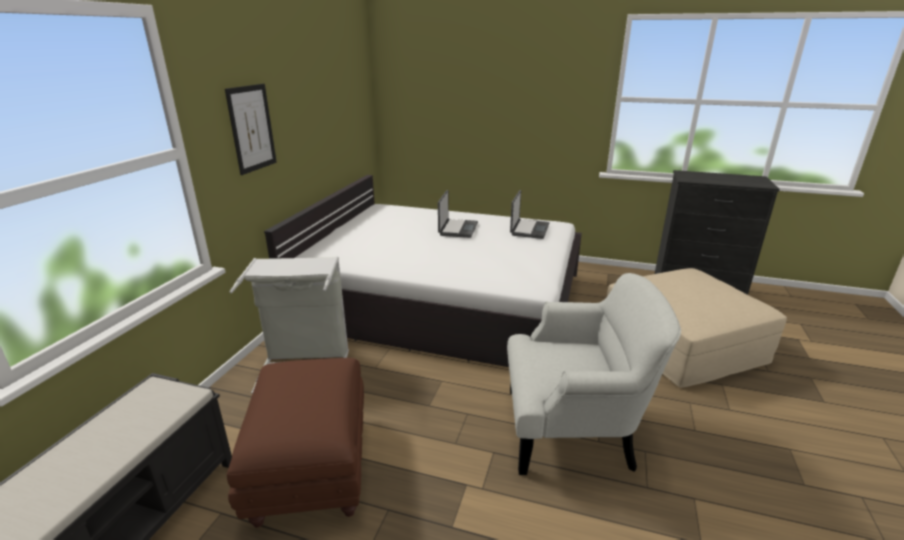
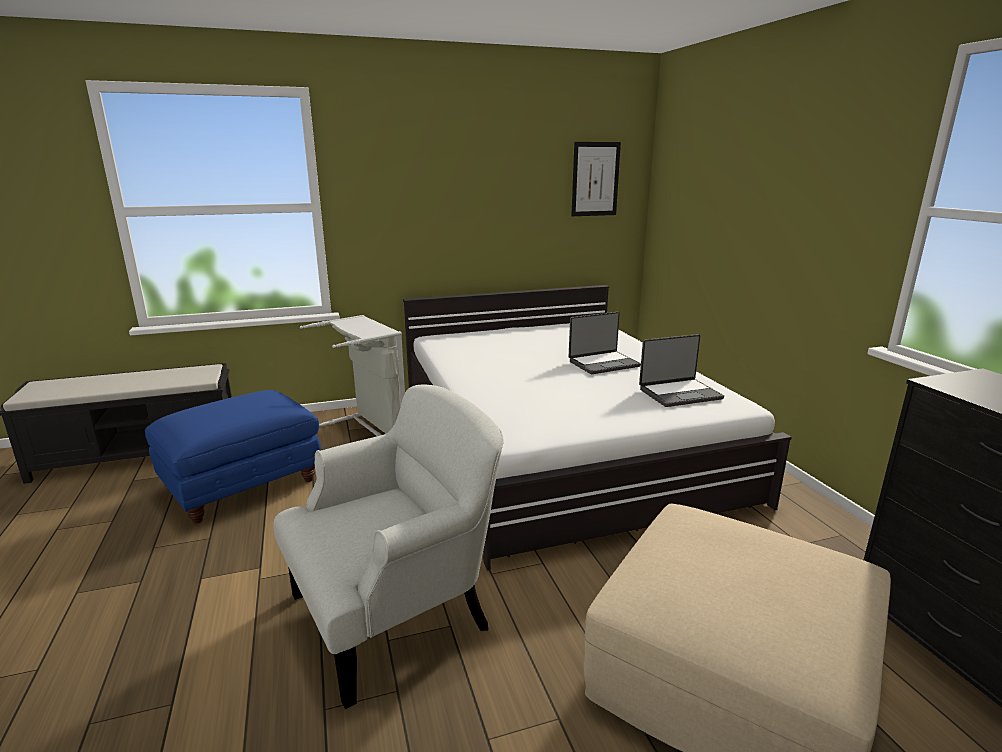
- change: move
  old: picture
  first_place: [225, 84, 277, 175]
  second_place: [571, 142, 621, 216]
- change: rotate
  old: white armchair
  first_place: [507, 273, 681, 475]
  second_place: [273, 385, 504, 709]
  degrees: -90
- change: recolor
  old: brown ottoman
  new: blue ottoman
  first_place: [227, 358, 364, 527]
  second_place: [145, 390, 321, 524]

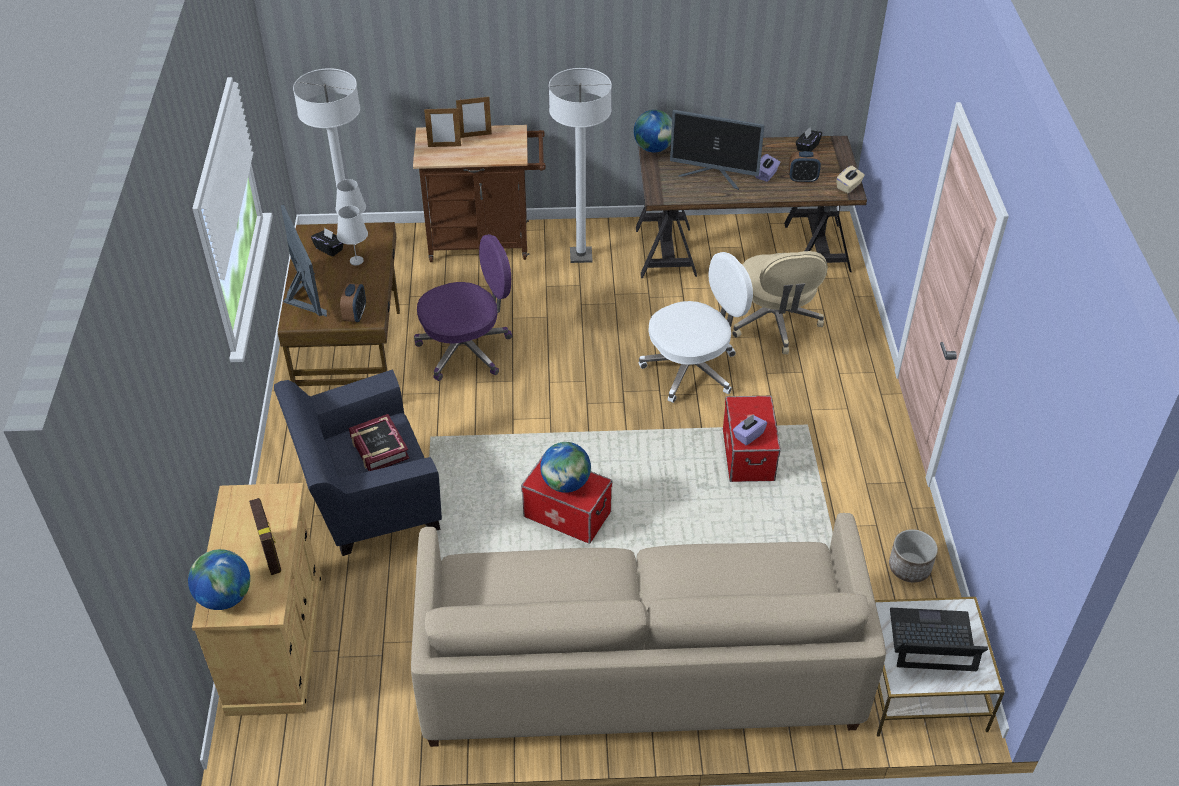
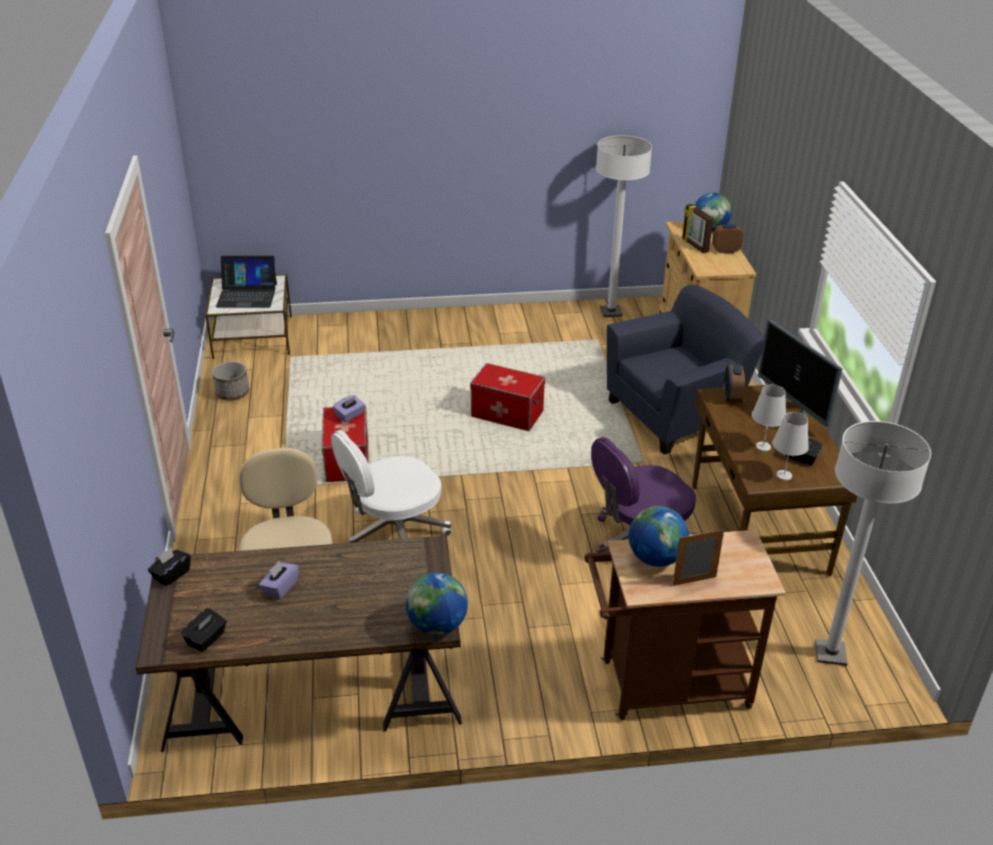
- change: move
  old: white floor lamp
  first_place: [549, 68, 612, 263]
  second_place: [596, 135, 652, 317]
- change: delete
  old: picture frame
  first_place: [424, 108, 461, 147]
- change: delete
  old: monitor
  first_place: [670, 110, 765, 190]
- change: move
  old: alarm clock
  first_place: [789, 151, 821, 183]
  second_place: [712, 224, 743, 253]
- change: recolor
  old: beige tissue box
  new: black tissue box
  first_place: [836, 166, 865, 193]
  second_place: [148, 548, 191, 586]
- change: delete
  old: book
  first_place: [349, 414, 410, 471]
- change: move
  old: globe
  first_place: [540, 442, 591, 493]
  second_place: [628, 506, 689, 567]
- change: delete
  old: beige sofa
  first_place: [411, 513, 886, 747]

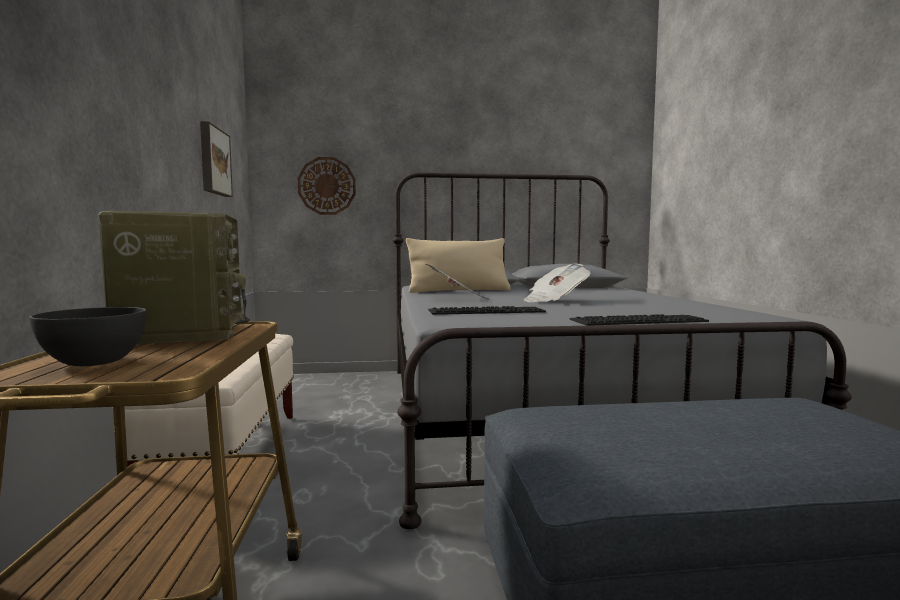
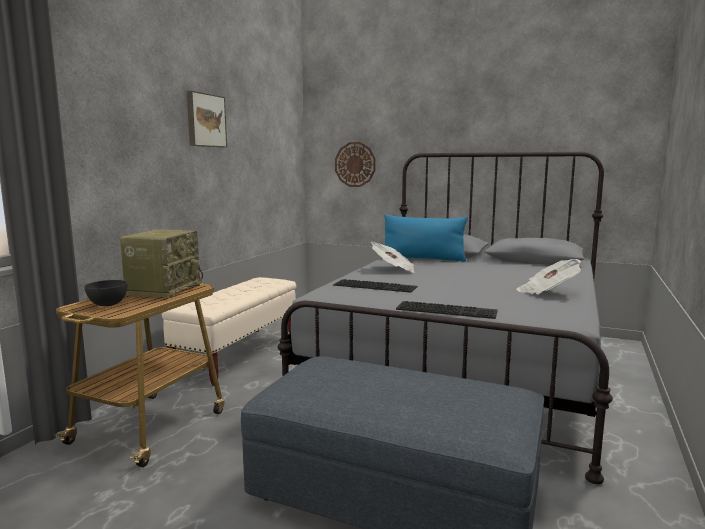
- change: move
  old: picture
  first_place: [200, 121, 233, 197]
  second_place: [187, 91, 227, 147]
- change: recolor
  old: beige pillow
  new: blue pillow
  first_place: [406, 238, 511, 293]
  second_place: [381, 214, 468, 262]
- change: move
  old: newspaper
  first_place: [524, 264, 591, 302]
  second_place: [517, 259, 582, 294]

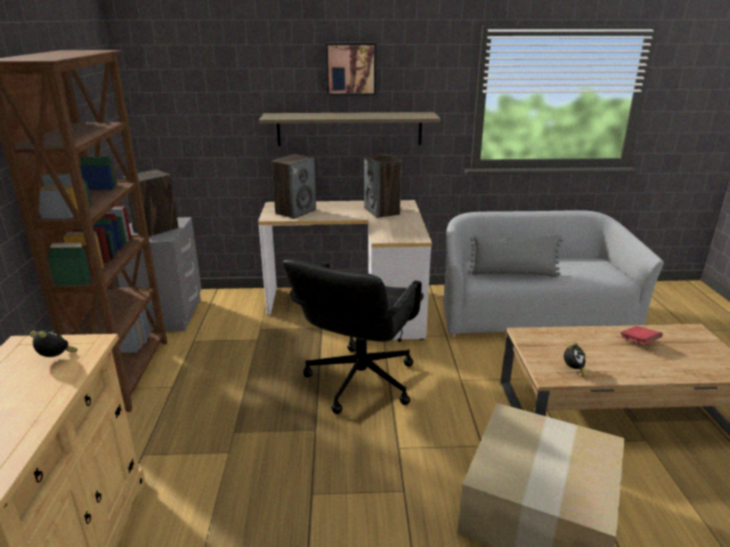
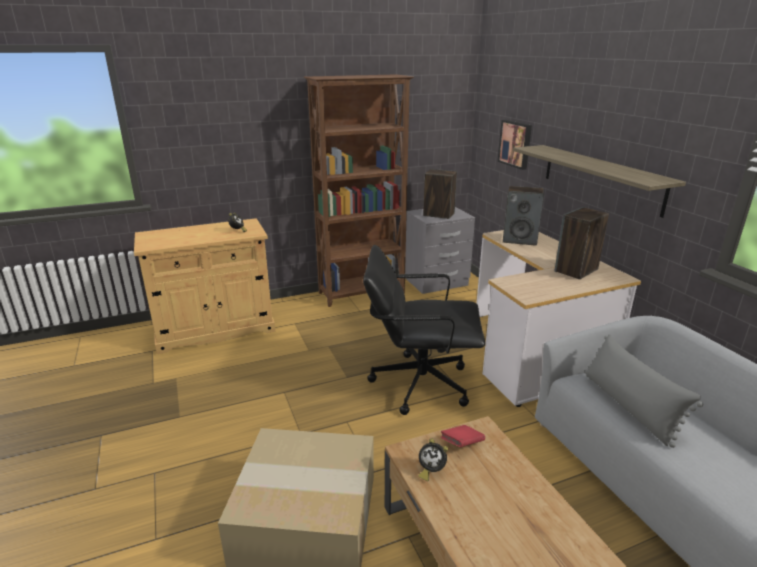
- change: move
  old: picture
  first_place: [326, 43, 376, 96]
  second_place: [498, 120, 532, 170]
- change: move
  old: red book
  first_place: [620, 326, 663, 345]
  second_place: [441, 425, 485, 447]

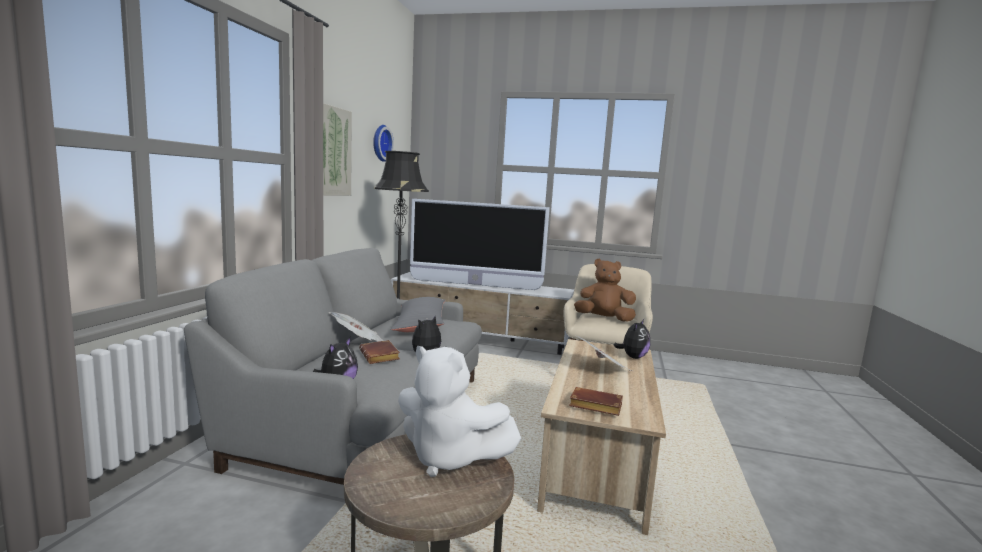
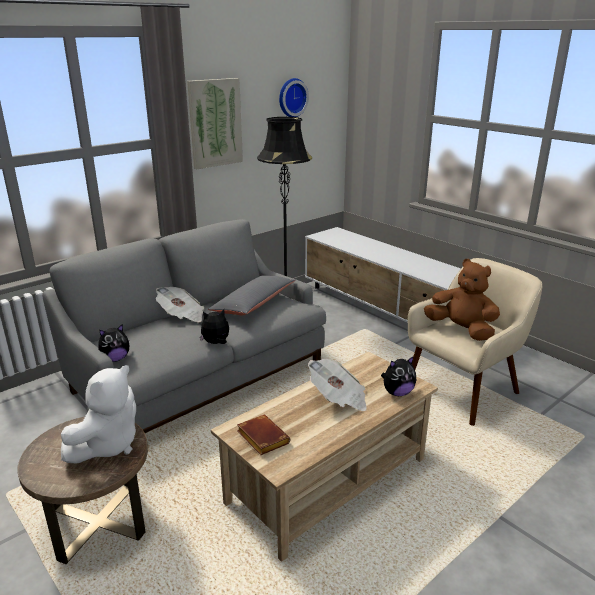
- change: delete
  old: television
  first_place: [410, 199, 550, 290]
- change: delete
  old: brown book
  first_place: [359, 340, 400, 364]
- change: rotate
  old: white plush toy
  first_place: [398, 346, 522, 477]
  second_place: [61, 365, 136, 464]
  degrees: -120

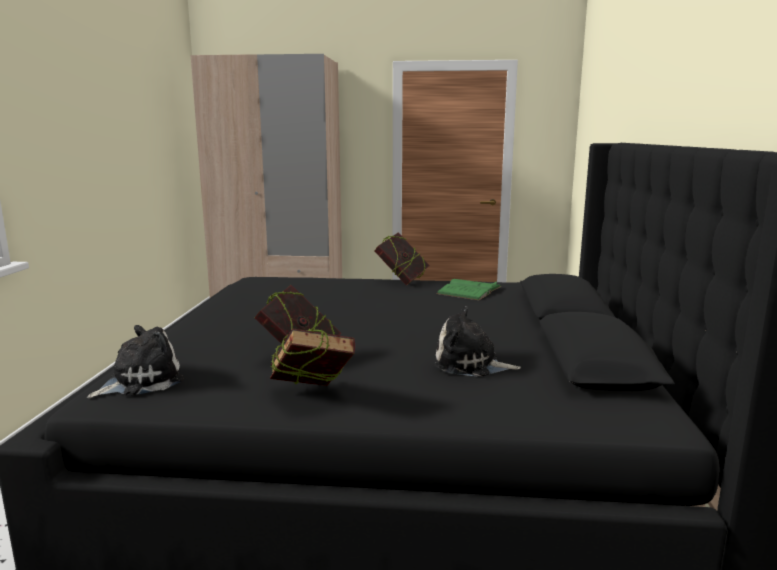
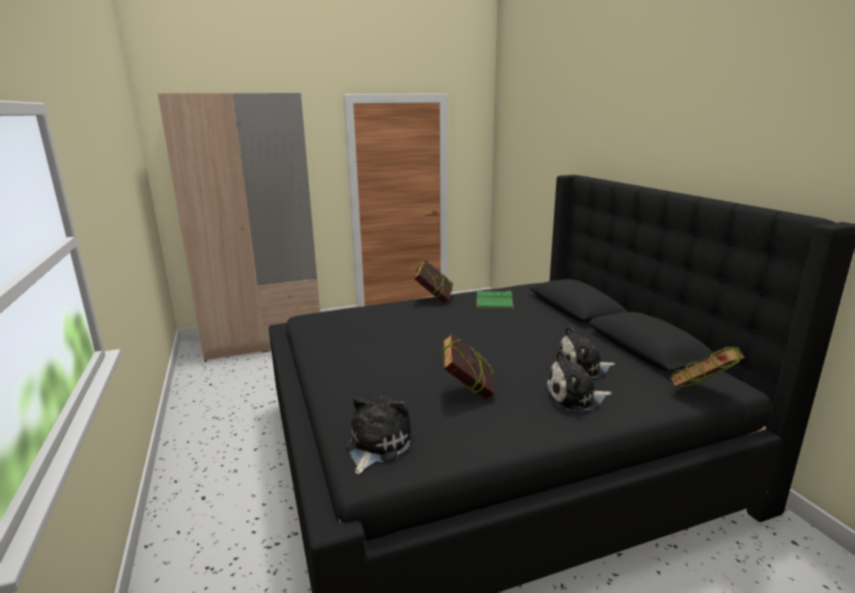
- change: move
  old: book
  first_place: [270, 328, 355, 386]
  second_place: [669, 346, 745, 387]
- change: insert
  new: plush toy
  second_place: [545, 350, 612, 411]

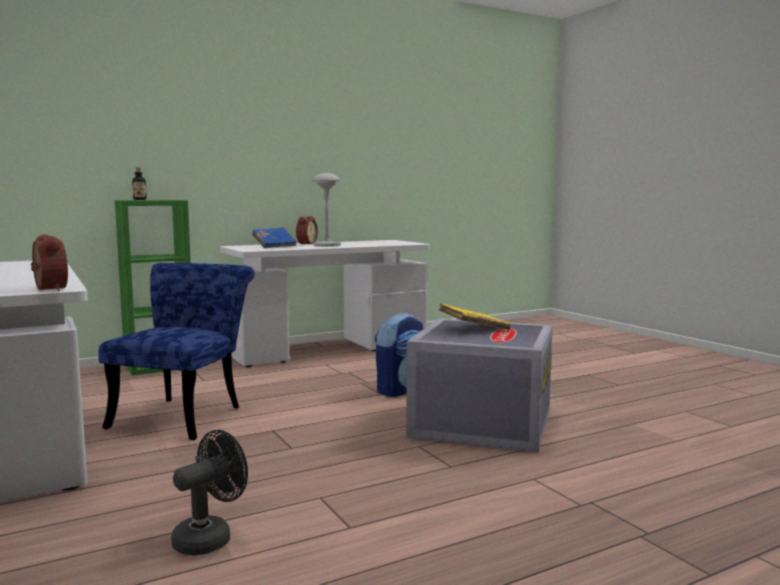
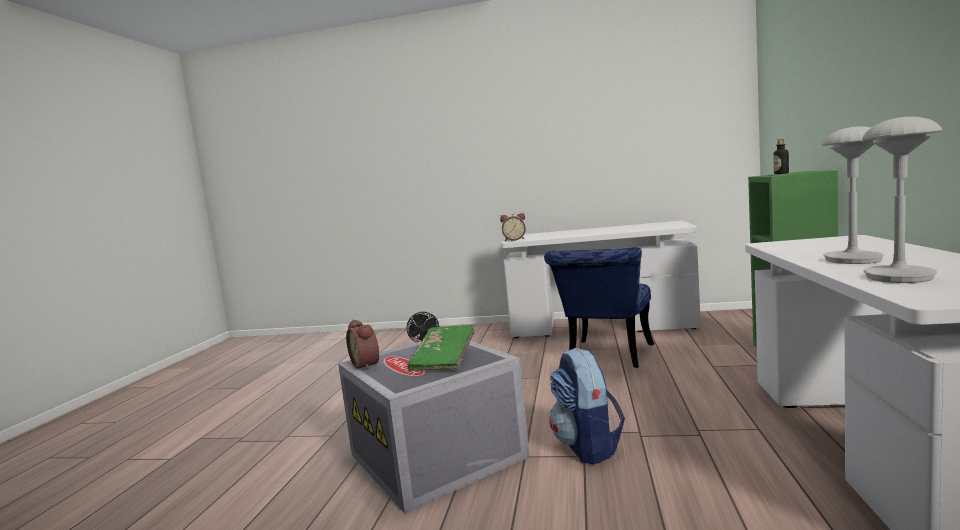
- change: move
  old: alarm clock
  first_place: [296, 216, 318, 245]
  second_place: [346, 320, 379, 370]
- change: delete
  old: blue book
  first_place: [252, 228, 297, 248]
- change: rotate
  old: blue chair
  first_place: [99, 263, 255, 440]
  second_place: [544, 247, 654, 368]
  degrees: 60
- change: recolor
  old: yellow book
  new: green book
  first_place: [439, 303, 511, 331]
  second_place: [408, 324, 475, 371]
- change: insert
  new: grey table lamp
  second_place: [862, 117, 942, 283]

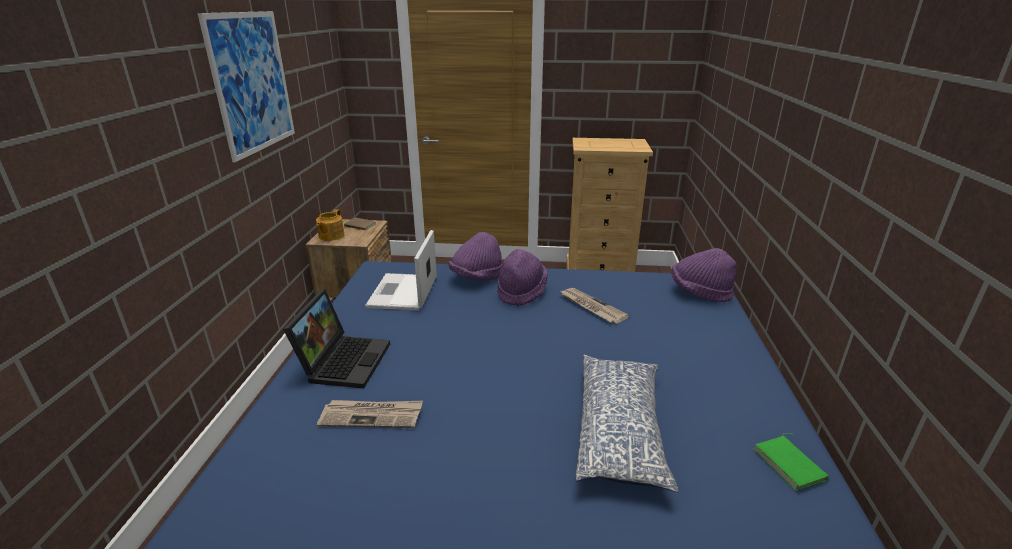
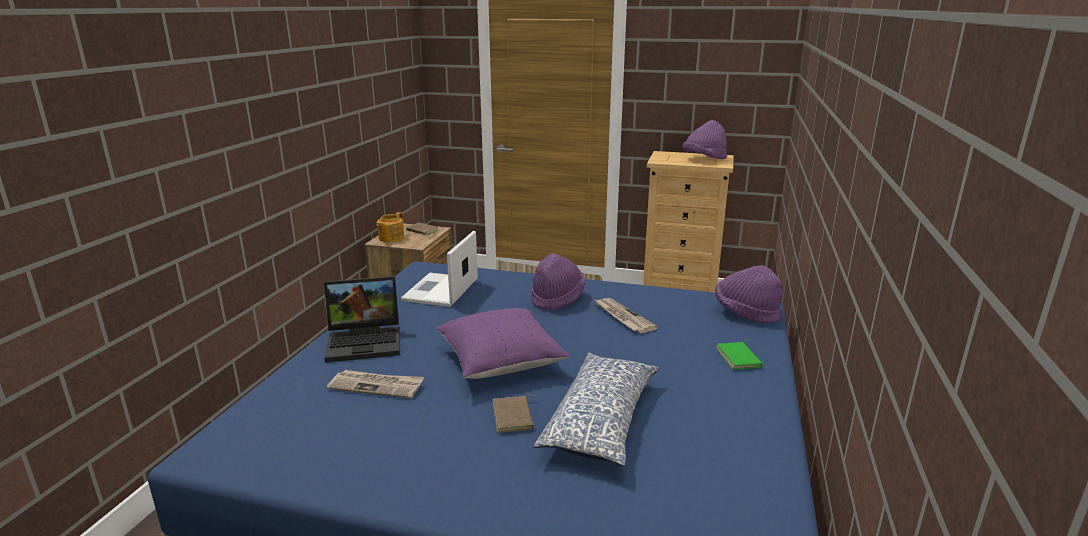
- change: delete
  old: picture
  first_place: [198, 11, 295, 162]
- change: move
  old: purple hat
  first_place: [449, 232, 502, 281]
  second_place: [683, 120, 727, 159]
- change: rotate
  old: laptop
  first_place: [283, 290, 390, 388]
  second_place: [324, 276, 400, 362]
  degrees: 60
- change: move
  old: green book
  first_place: [753, 433, 829, 491]
  second_place: [716, 341, 763, 370]
- change: insert
  new: purple pillow
  second_place: [436, 308, 570, 379]
- change: insert
  new: brown book
  second_place: [492, 394, 537, 433]

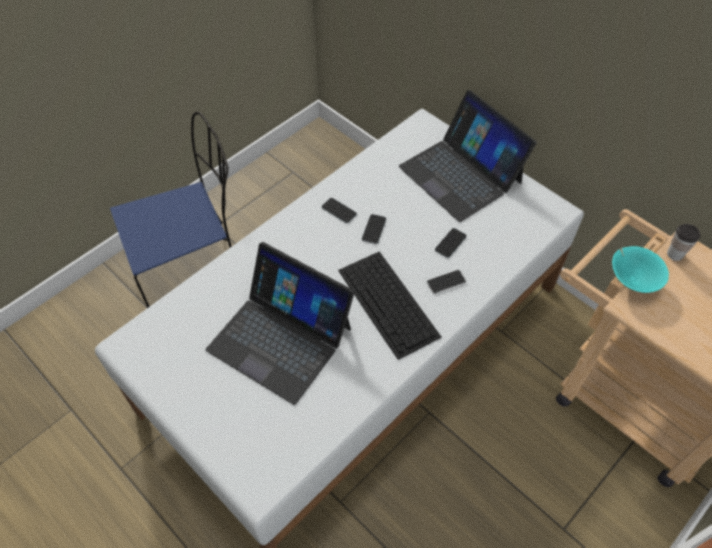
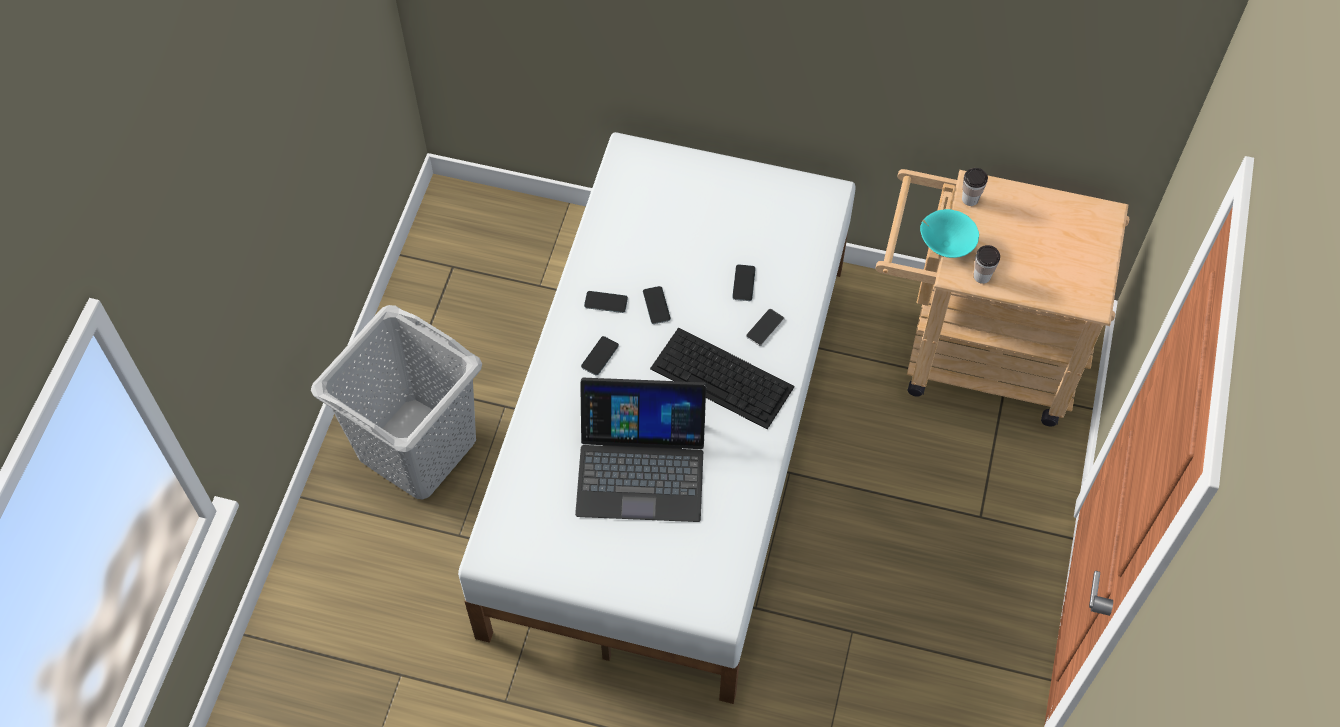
- change: delete
  old: laptop
  first_place: [399, 90, 536, 222]
- change: replace
  old: blue chair
  new: grey laundry basket
  first_place: [110, 112, 232, 308]
  second_place: [311, 305, 482, 500]
- change: insert
  new: cup
  second_place: [974, 245, 1000, 284]
- change: insert
  new: phone
  second_place: [581, 336, 619, 376]

